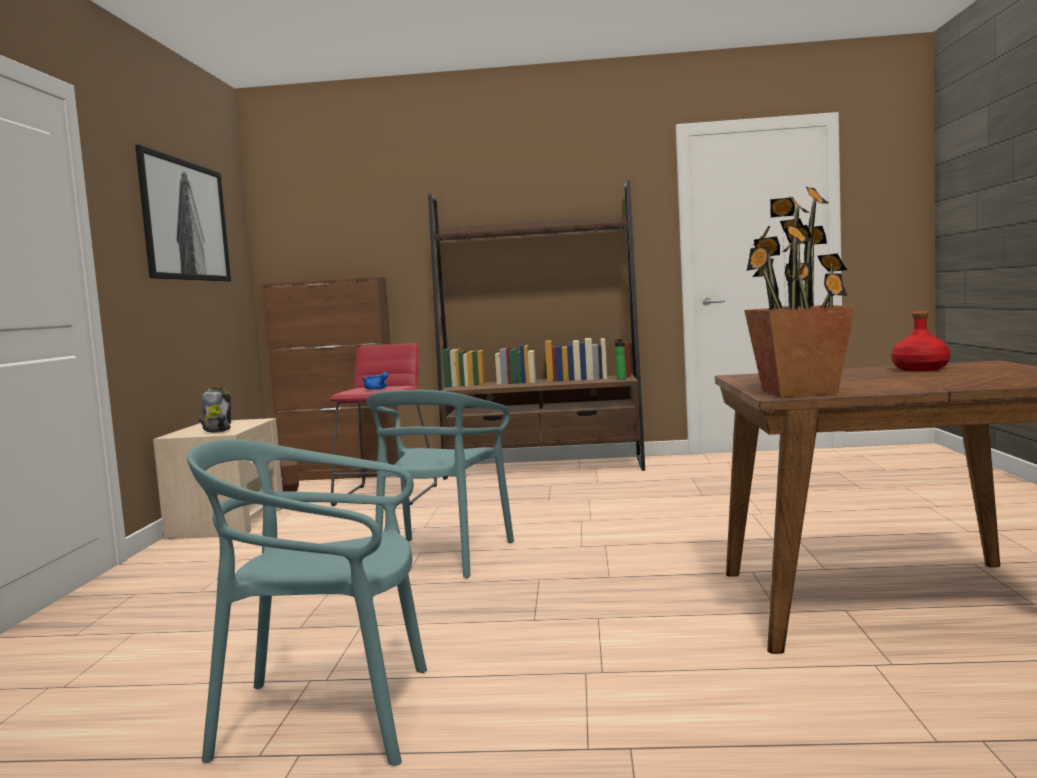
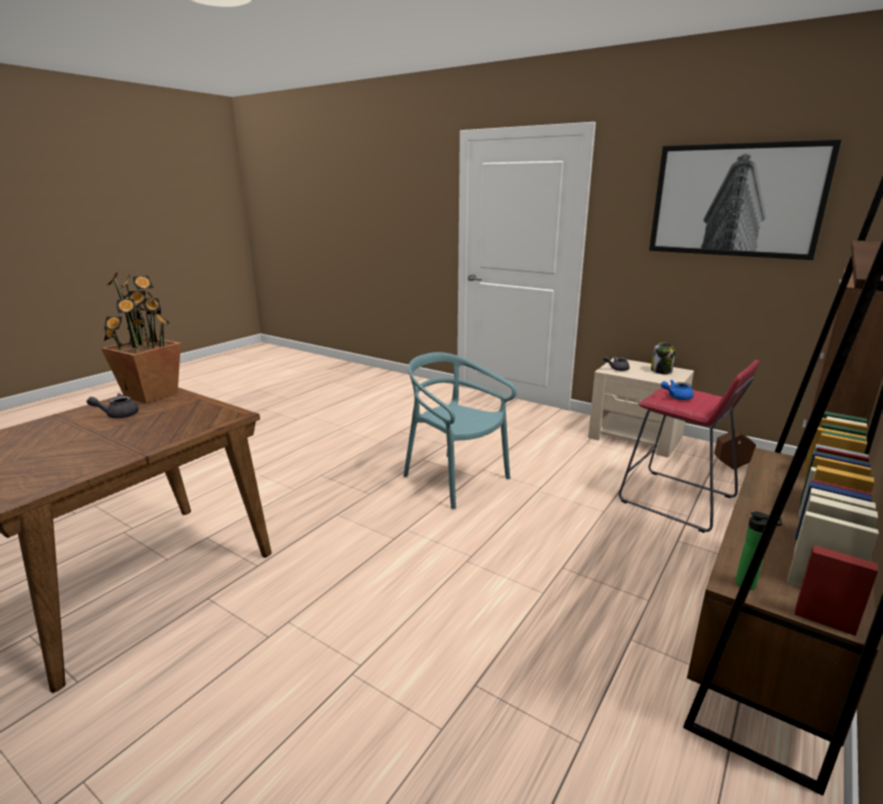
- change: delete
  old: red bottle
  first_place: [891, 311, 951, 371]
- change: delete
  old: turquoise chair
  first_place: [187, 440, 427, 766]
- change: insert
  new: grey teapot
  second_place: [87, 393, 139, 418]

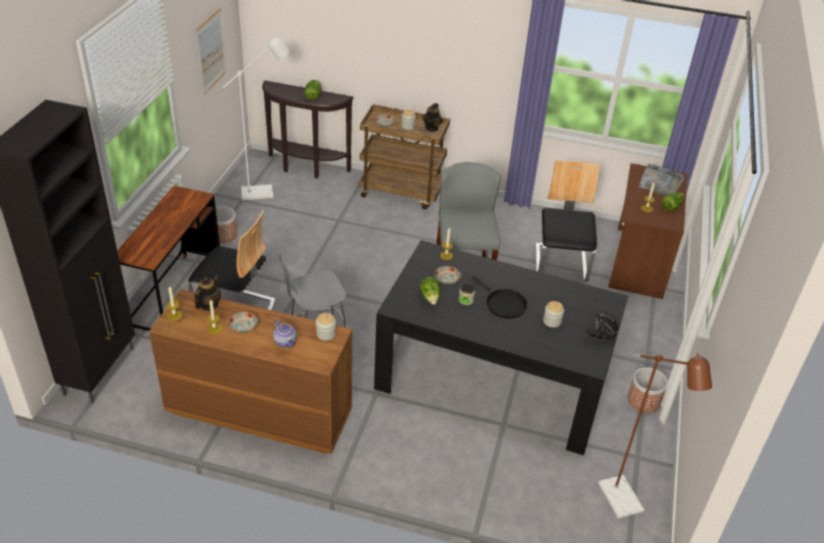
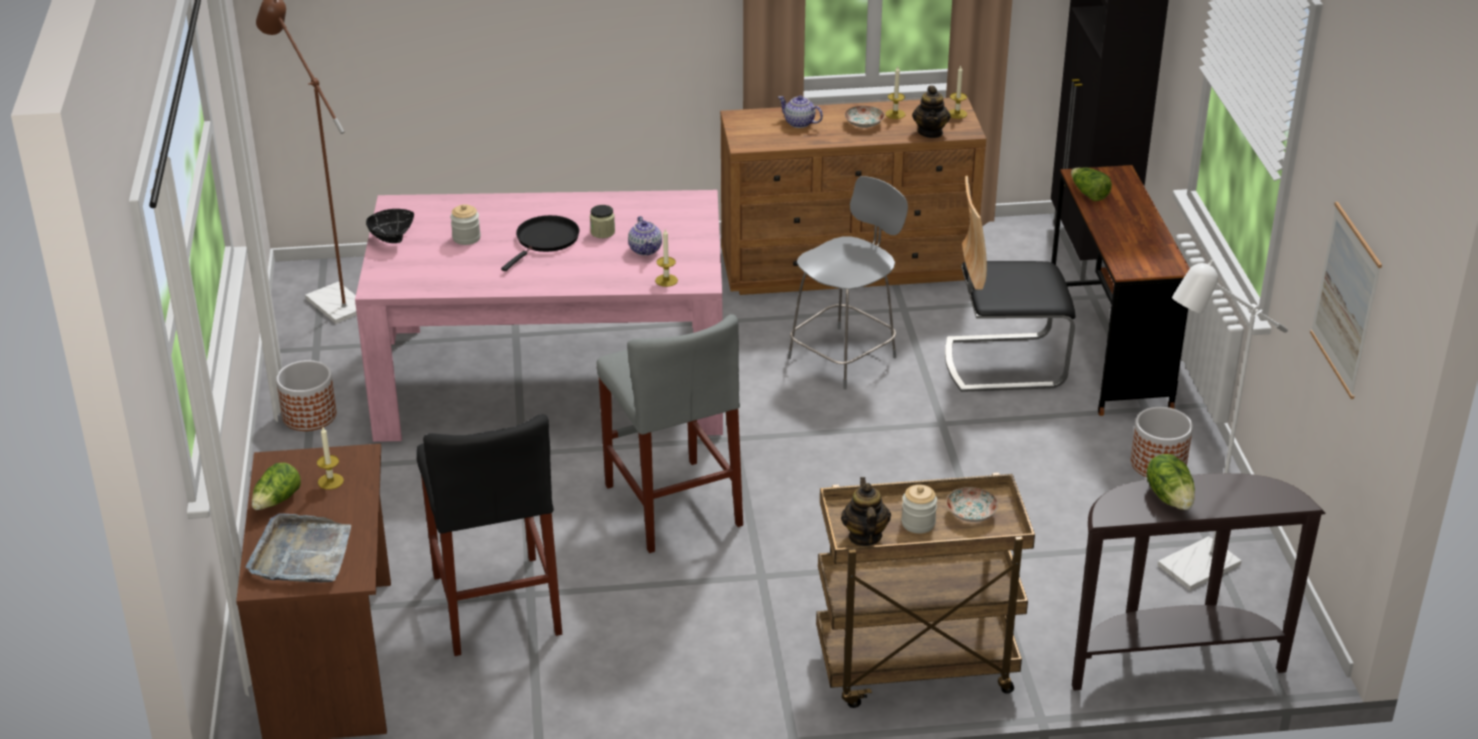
- change: replace
  old: chair
  new: black stool
  first_place: [536, 160, 600, 282]
  second_place: [416, 414, 562, 656]
- change: recolor
  old: black dining table
  new: pink dining table
  first_place: [374, 240, 628, 455]
  second_place: [355, 190, 723, 442]
- change: replace
  old: plate
  new: teapot
  first_place: [434, 266, 461, 284]
  second_place: [628, 216, 662, 256]
- change: rotate
  old: black frying pan
  first_place: [472, 276, 527, 318]
  second_place: [501, 215, 580, 271]
  degrees: 90
- change: move
  old: lettuce
  first_place: [420, 277, 441, 305]
  second_place: [1071, 167, 1112, 201]
- change: delete
  old: jar
  first_place: [316, 313, 336, 341]

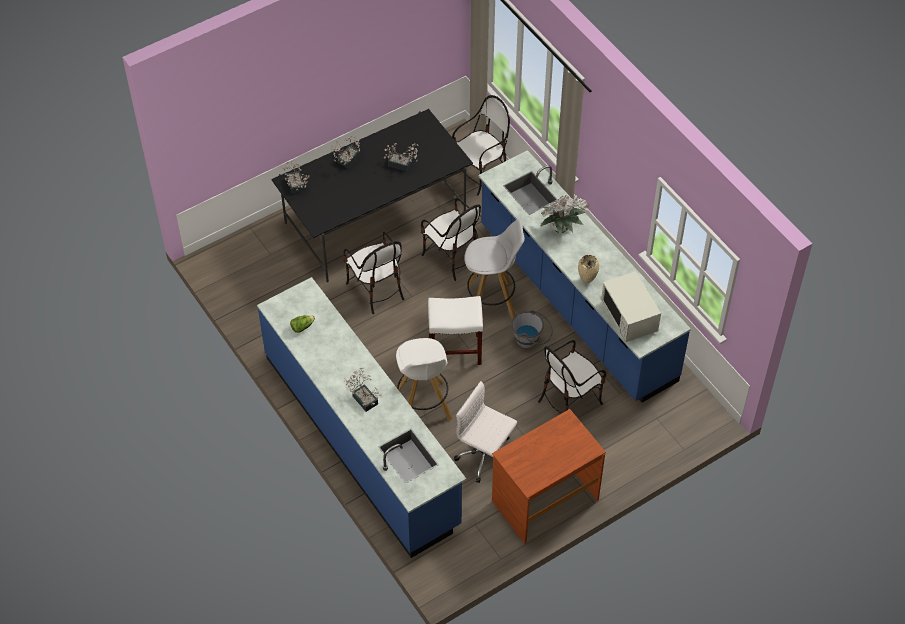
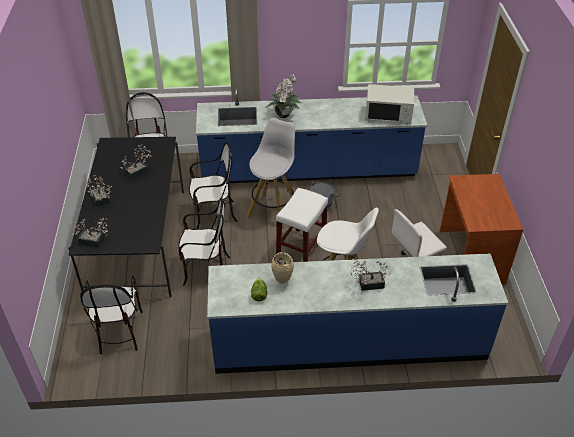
- change: move
  old: beige vase
  first_place: [578, 255, 599, 283]
  second_place: [271, 252, 294, 284]
- change: move
  old: chair
  first_place: [538, 340, 606, 414]
  second_place: [80, 276, 143, 354]

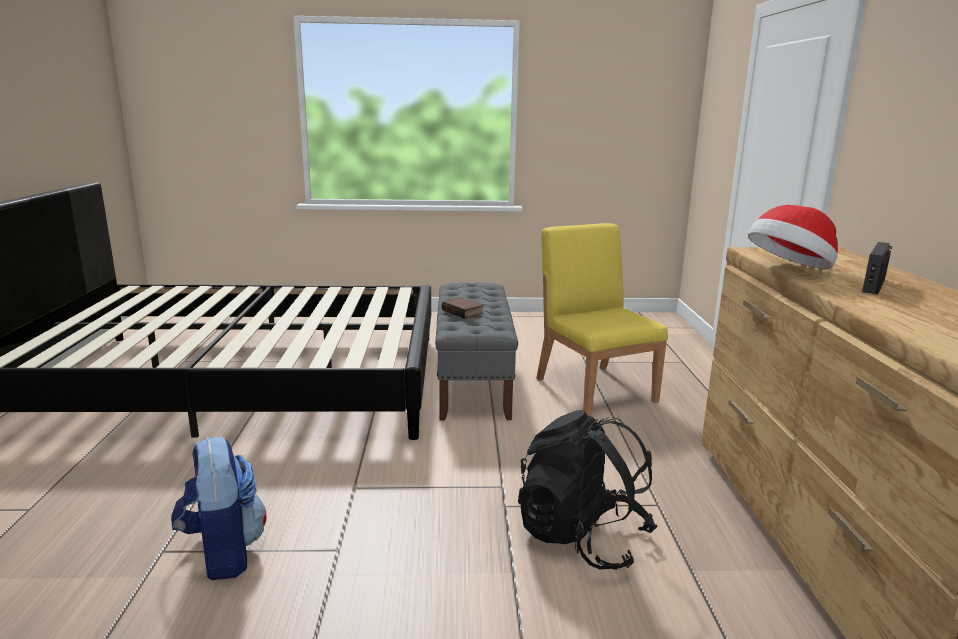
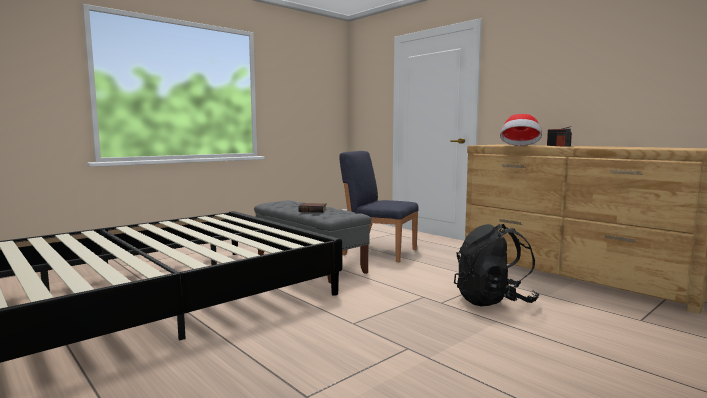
- change: recolor
  old: yellow chair
  new: blue chair
  first_place: [536, 223, 668, 416]
  second_place: [339, 151, 419, 262]
- change: delete
  old: backpack
  first_place: [171, 437, 267, 580]

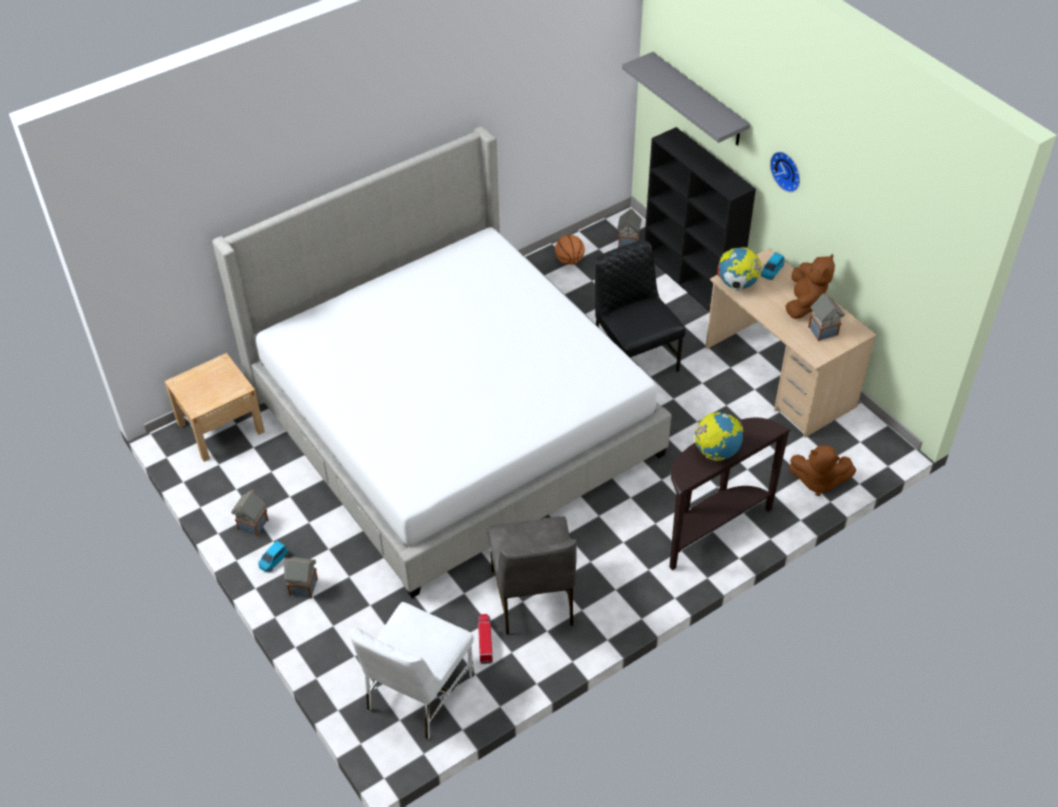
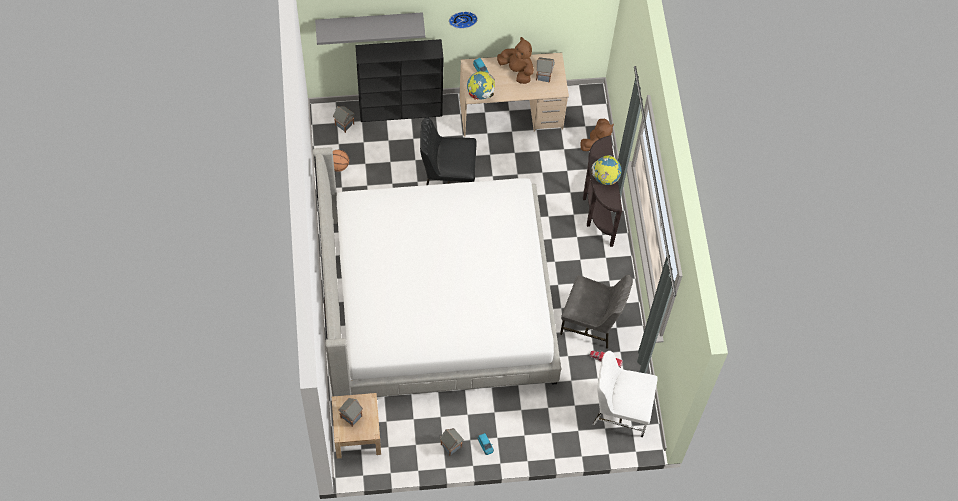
- change: move
  old: toy house
  first_place: [284, 557, 318, 599]
  second_place: [339, 398, 363, 427]
- change: rotate
  old: white chair
  first_place: [350, 602, 474, 740]
  second_place: [593, 351, 658, 437]
  degrees: 135

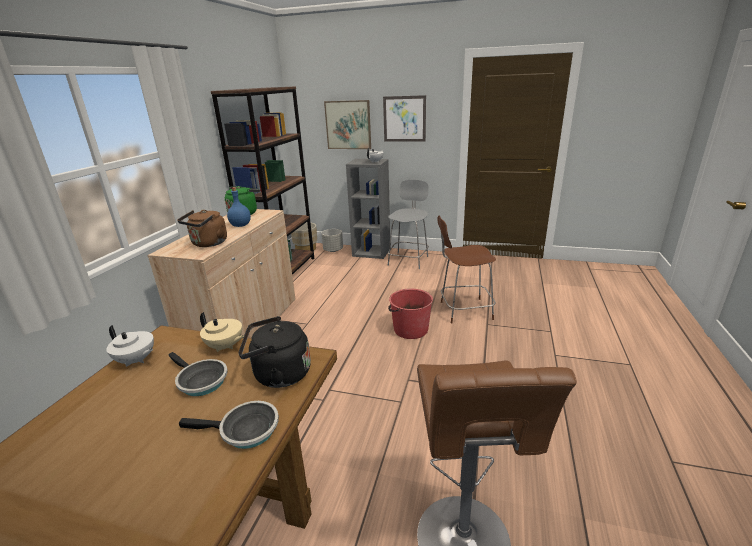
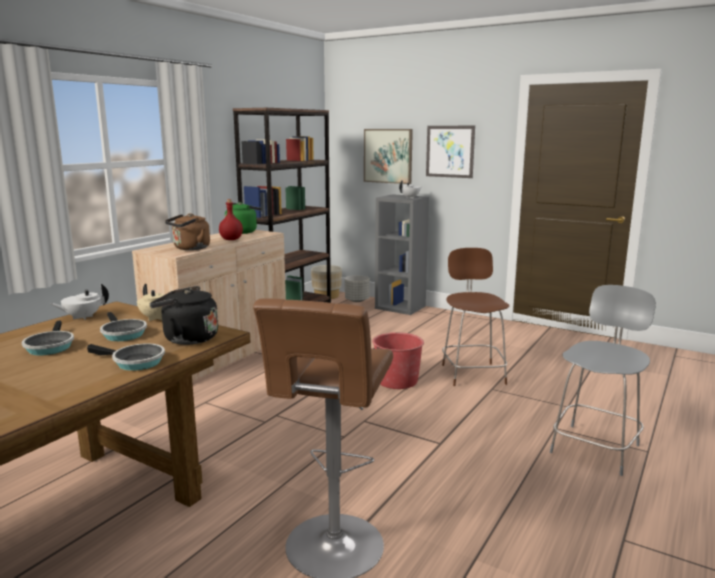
- change: move
  old: grey chair
  first_place: [388, 180, 429, 269]
  second_place: [550, 285, 656, 476]
- change: recolor
  old: blue bottle
  new: red bottle
  first_place: [227, 187, 251, 227]
  second_place: [219, 199, 243, 240]
- change: rotate
  old: brown chair
  first_place: [437, 215, 496, 323]
  second_place: [442, 248, 509, 386]
  degrees: 75
- change: rotate
  old: white teapot
  first_place: [106, 325, 154, 367]
  second_place: [49, 284, 109, 320]
  degrees: 105
- change: insert
  new: frying pan
  second_place: [22, 320, 74, 355]

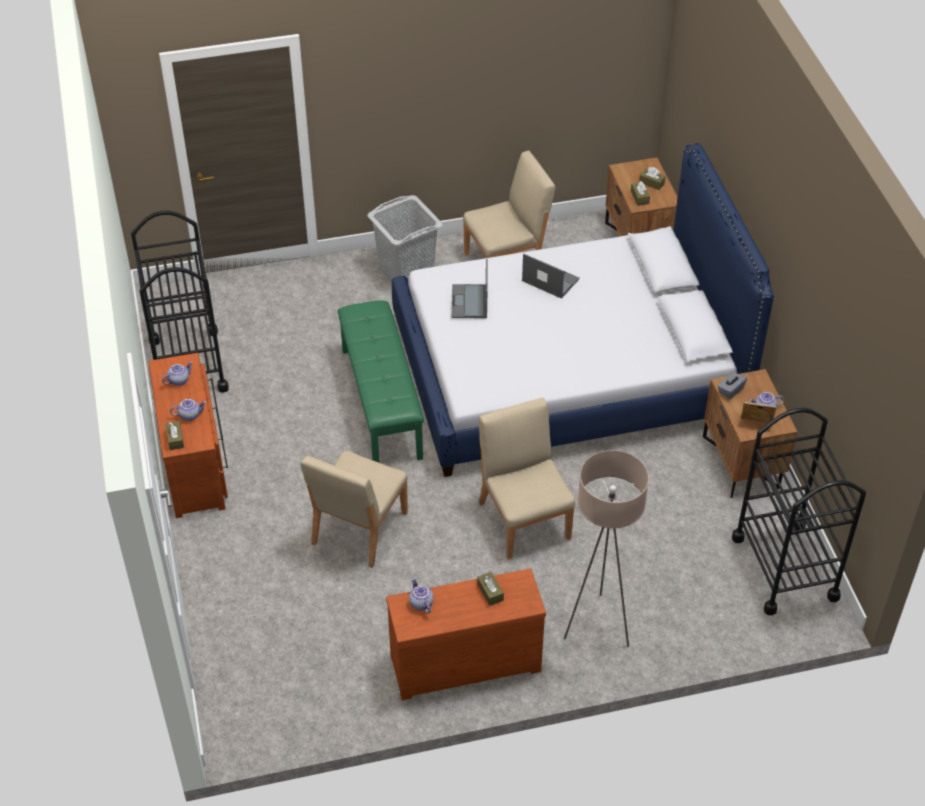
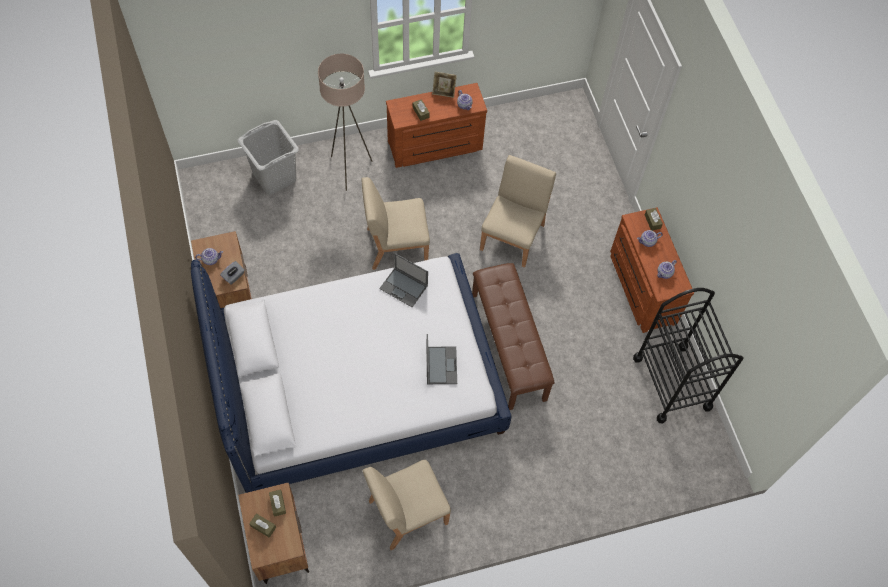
- change: move
  old: grey laundry basket
  first_place: [367, 195, 443, 282]
  second_place: [238, 120, 299, 195]
- change: move
  old: laptop
  first_place: [522, 254, 580, 299]
  second_place: [379, 253, 428, 307]
- change: recolor
  old: green bench
  new: brown bench
  first_place: [338, 301, 424, 463]
  second_place: [472, 263, 554, 410]
- change: rotate
  old: beige chair
  first_place: [479, 398, 575, 560]
  second_place: [361, 177, 430, 270]
  degrees: 105
- change: move
  old: picture frame
  first_place: [741, 402, 777, 423]
  second_place: [432, 72, 457, 98]
- change: delete
  old: black cart
  first_place: [732, 408, 866, 615]

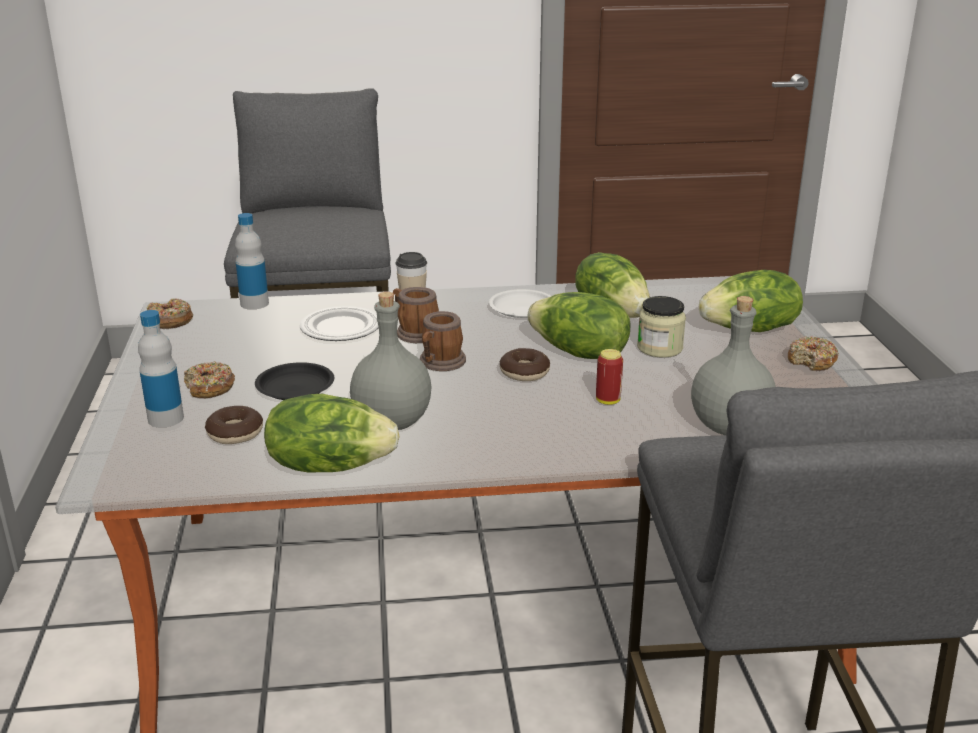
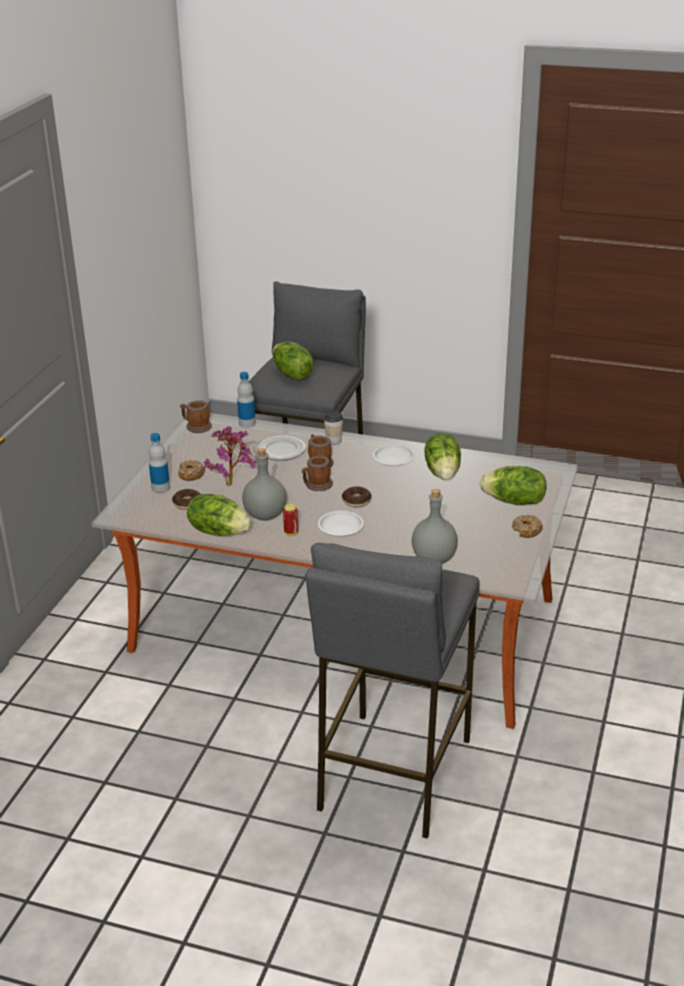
- change: move
  old: lettuce
  first_place: [528, 292, 631, 359]
  second_place: [272, 342, 314, 380]
- change: delete
  old: jar
  first_place: [637, 296, 686, 358]
- change: replace
  old: donut
  new: mug
  first_place: [147, 298, 193, 329]
  second_place: [180, 401, 212, 433]
- change: move
  old: can
  first_place: [596, 349, 623, 405]
  second_place: [283, 504, 298, 536]
- change: replace
  old: black plate
  new: potted plant
  first_place: [255, 362, 335, 400]
  second_place: [204, 426, 256, 486]
- change: insert
  new: white plate
  second_place: [318, 510, 364, 536]

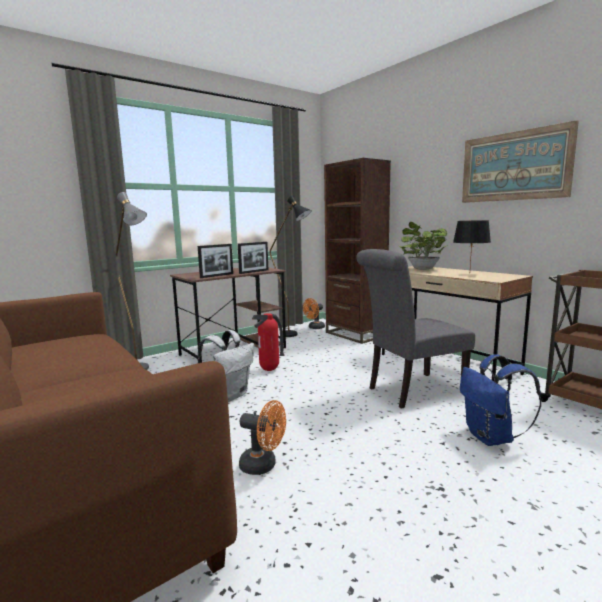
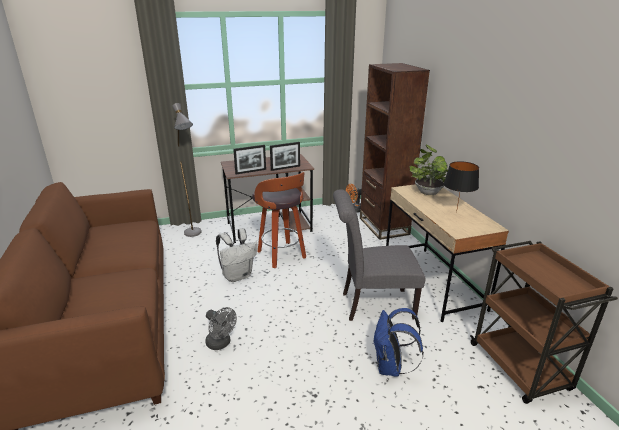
- change: delete
  old: picture
  first_place: [462, 120, 579, 203]
- change: delete
  old: black floor lamp
  first_place: [270, 196, 312, 337]
- change: replace
  old: fire extinguisher
  new: stool
  first_place: [252, 313, 285, 371]
  second_place: [252, 172, 306, 268]
- change: recolor
  old: orange fan
  new: grey fan
  first_place: [239, 400, 286, 475]
  second_place: [205, 307, 237, 350]

